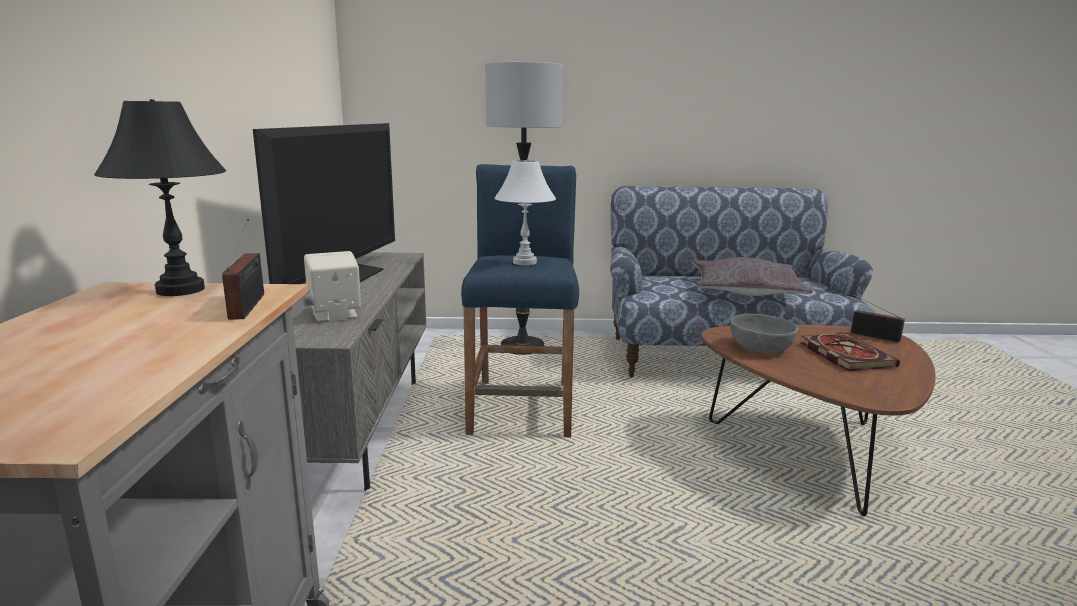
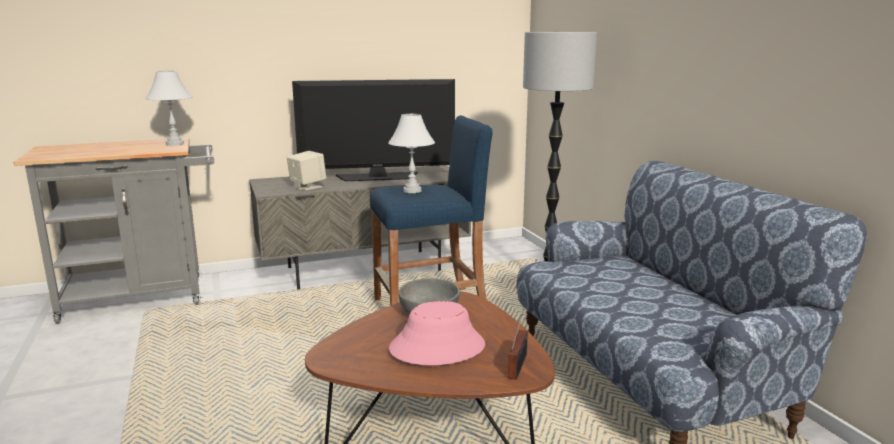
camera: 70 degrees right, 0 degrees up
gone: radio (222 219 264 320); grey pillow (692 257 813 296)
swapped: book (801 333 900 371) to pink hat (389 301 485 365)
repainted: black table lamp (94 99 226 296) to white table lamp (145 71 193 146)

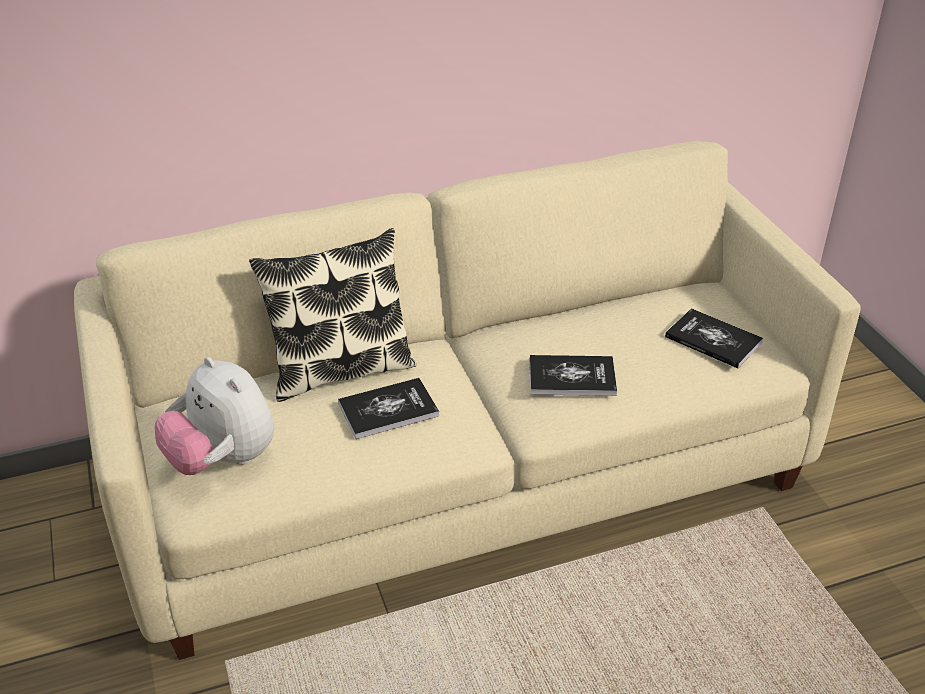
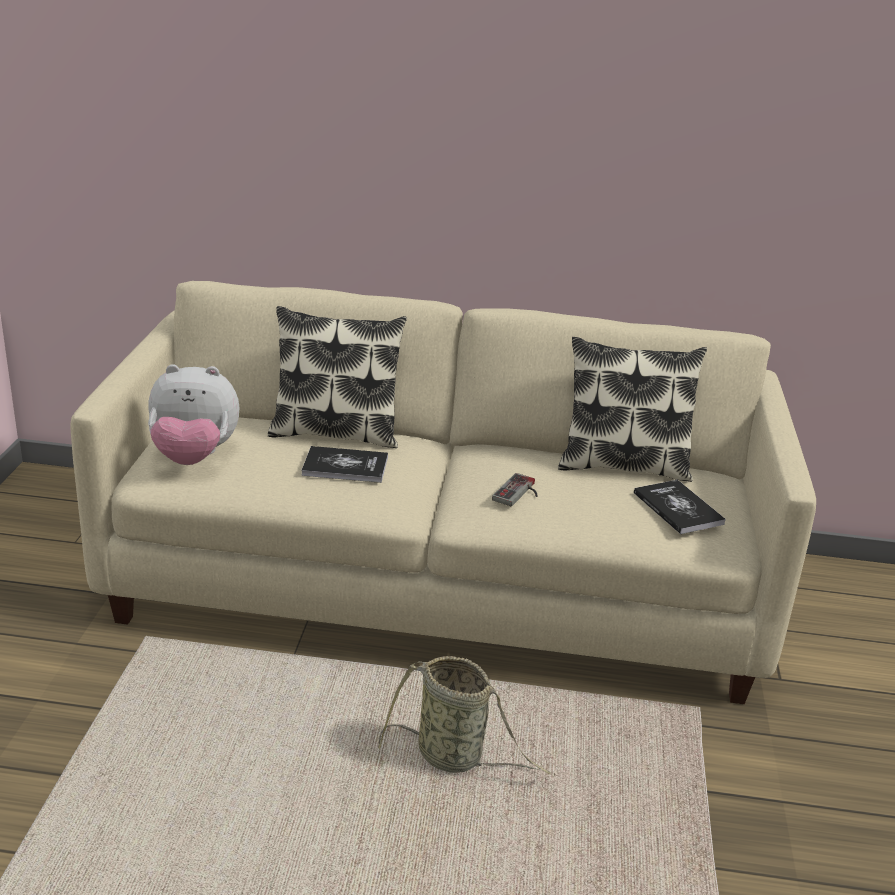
camera: 25 degrees right, 10 degrees down
new: basket (378 656 550 774); pillow (558 337 707 482)
swapped: book (530 355 617 396) to game controller (492 473 537 506)
rotated: plush toy (154 357 275 475) = (148 364 239 465) 75 degrees counterclockwise

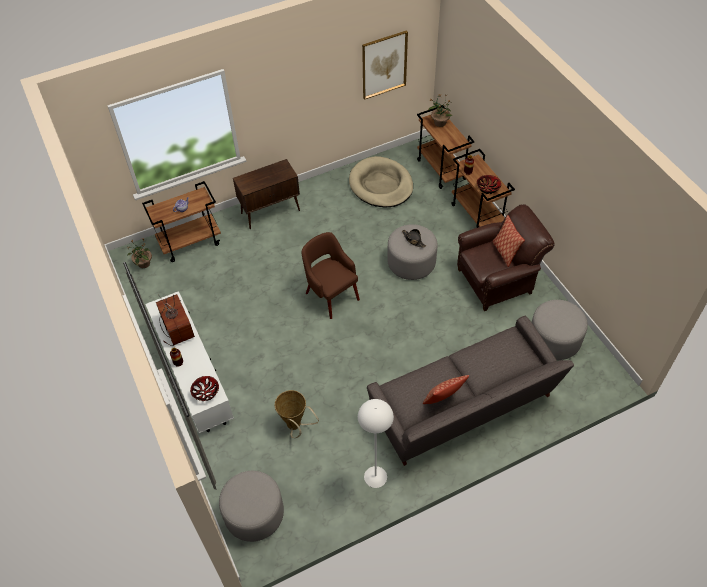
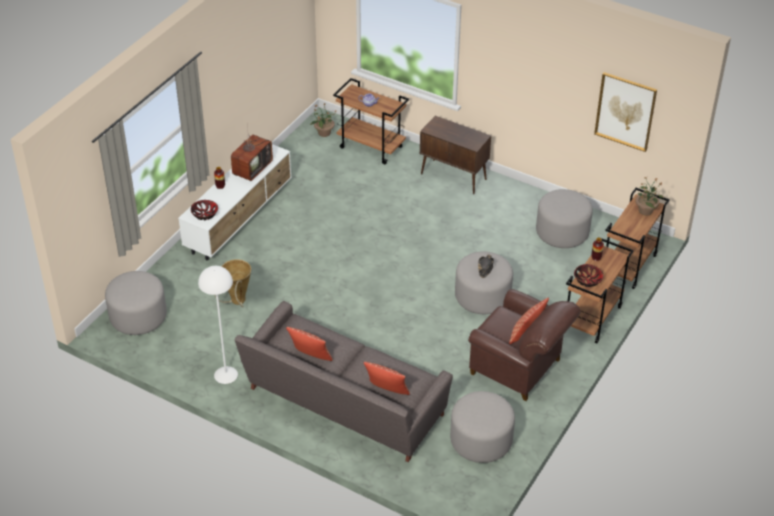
camera: 55 degrees right, 10 degrees down
gone: brown armchair (301 232 360 319)
new: pillow (364 362 410 395)
swapped: beige dog bed (349 156 413 207) to grey ottoman (536 189 593 248)

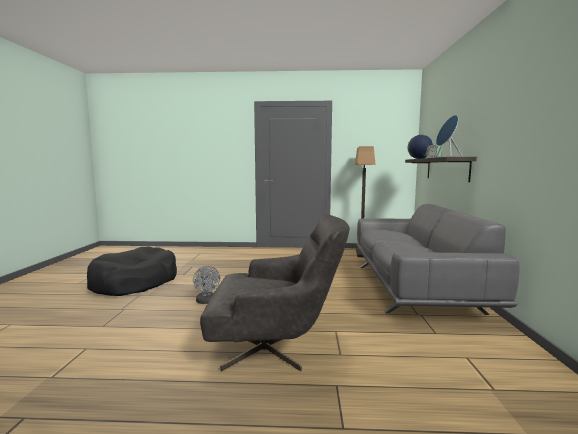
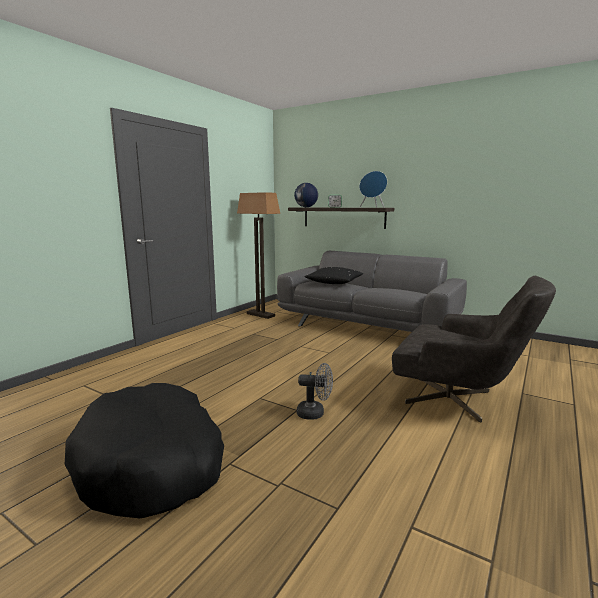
camera: 60 degrees left, 5 degrees up
new: black pillow (304 267 363 284)
rotated: grey armchair (200 214 350 371) = (392 276 556 423) 90 degrees clockwise

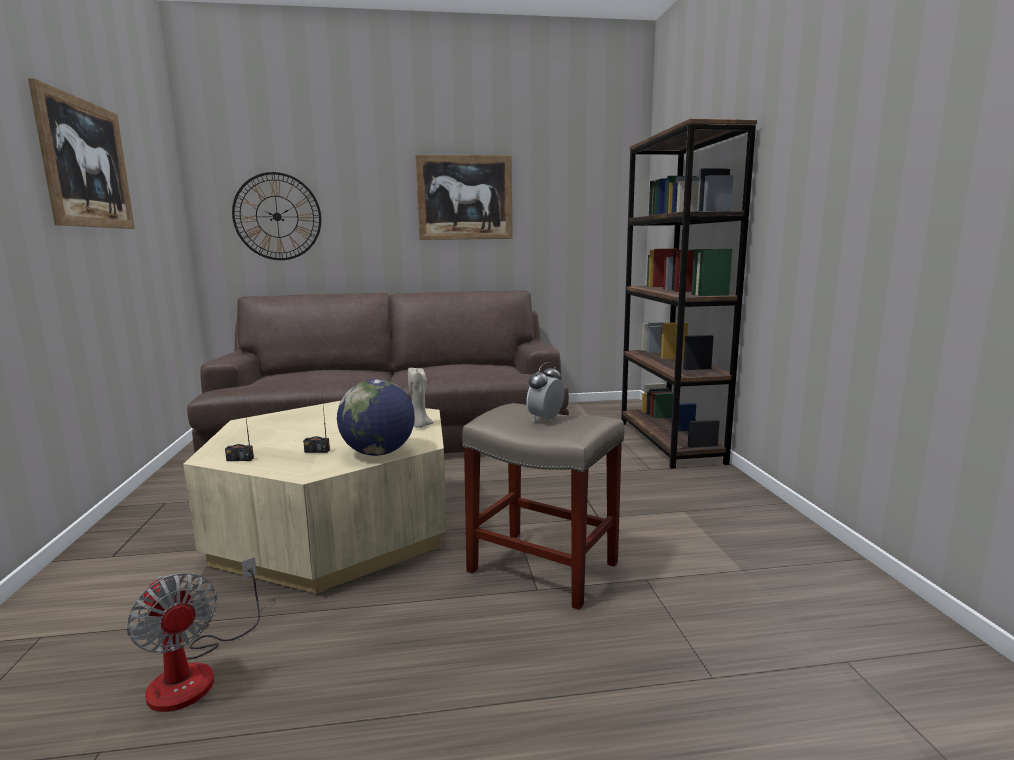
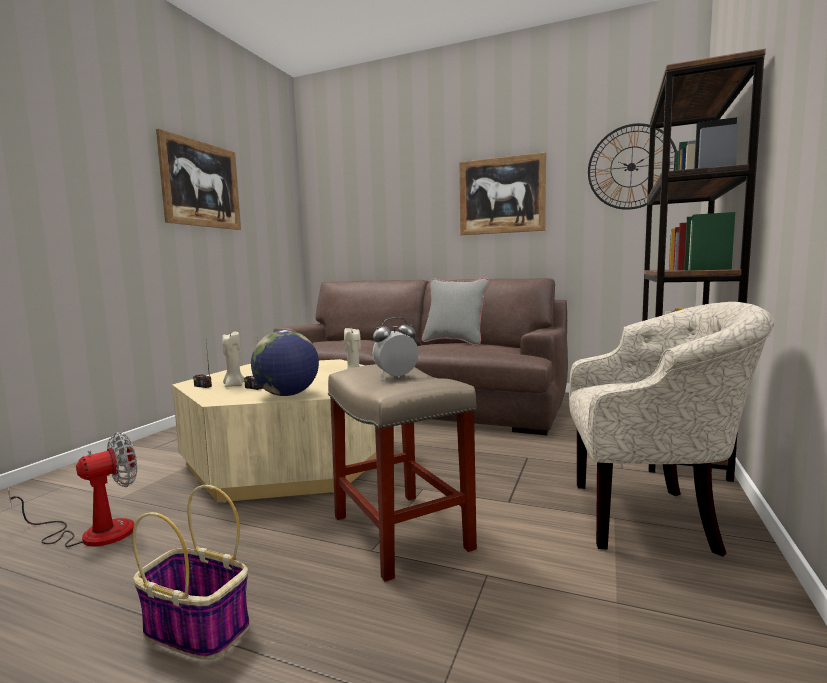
camera: 30 degrees right, 5 degrees down
new: basket (132 485 250 660); beige candle (222 332 244 387); grey pillow (422 278 489 345); beige armchair (569 302 774 557)
shifted: wall clock (232 172 321 260) to (588 123 677 210)
rotated: fan (127 557 260 712) = (8 432 137 547) 120 degrees counterclockwise

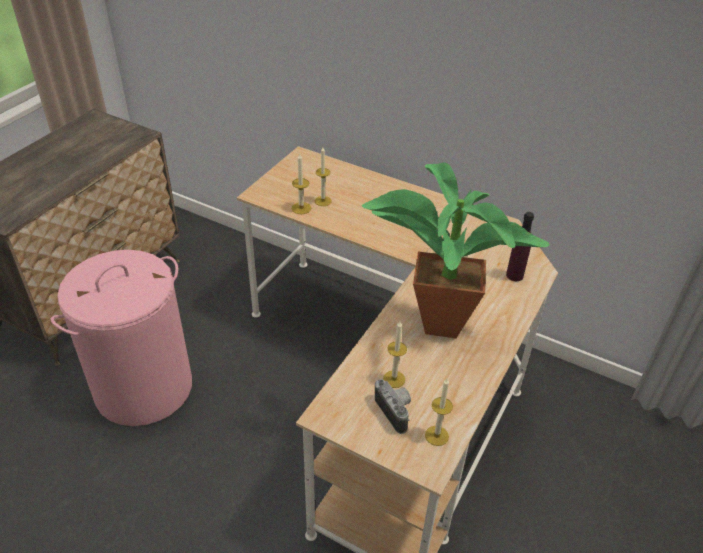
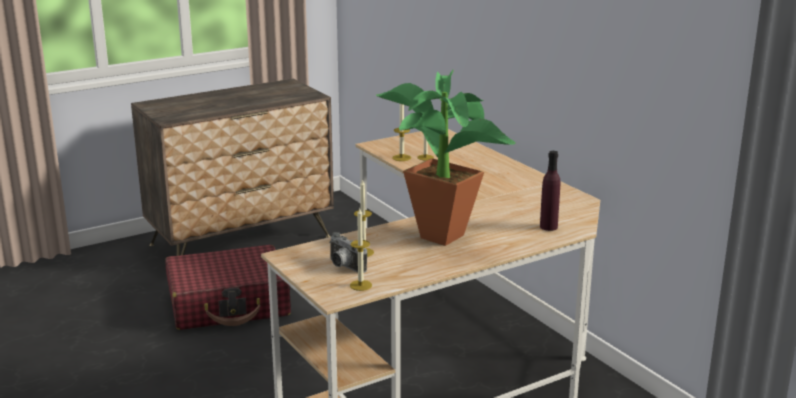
camera: 30 degrees right, 20 degrees down
swapped: pink laundry basket (51 250 192 426) to red suitcase (165 245 291 330)
rotated: photo camera (375 379 411 434) = (329 232 367 273) 135 degrees clockwise

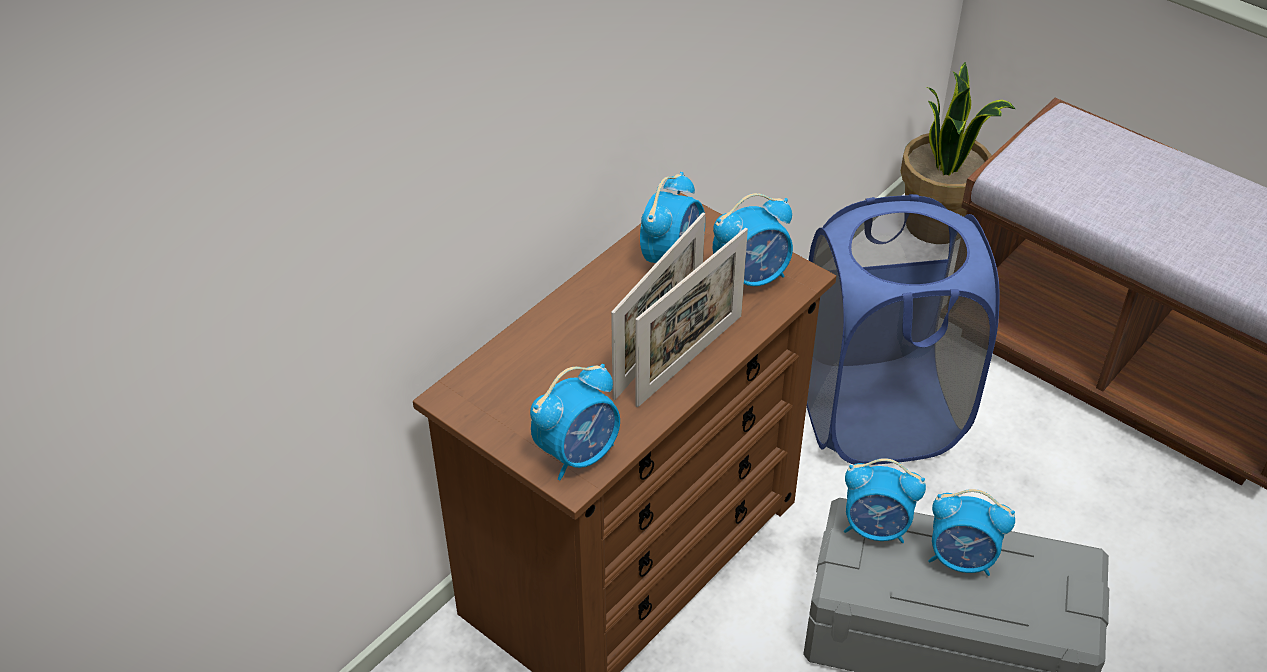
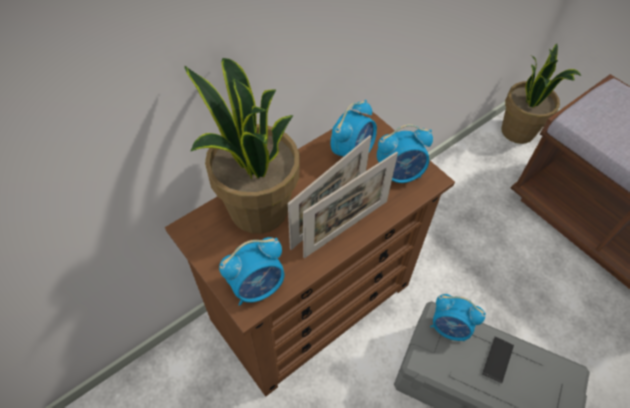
camera: 10 degrees right, 10 degrees up
gone: blue laundry basket (807 194 1000 465)
new: potted plant (184 58 300 234)
swapped: alarm clock (928 489 1015 576) to phone (482 336 514 384)

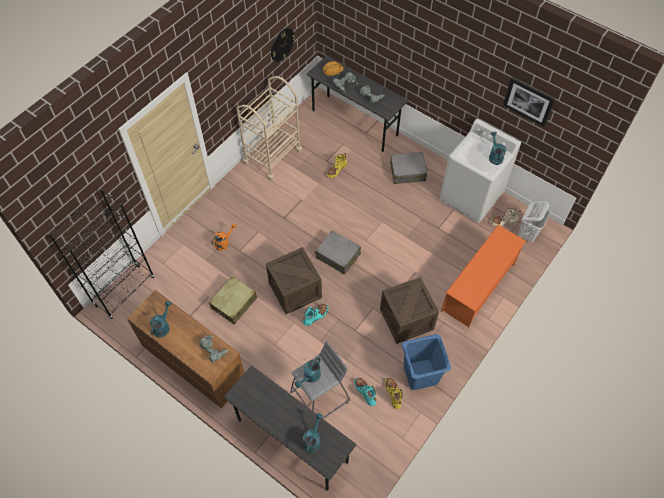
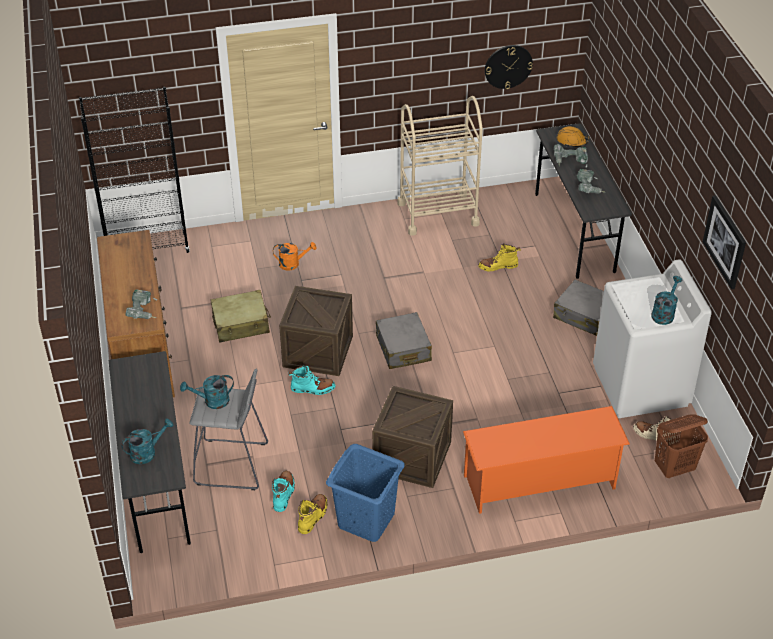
camera: 40 degrees right, 15 degrees down
gone: turquoise watering can (150 301 172 338)
repainted: white laundry basket (518 201 550 242) to brown laundry basket (655 414 708 478)

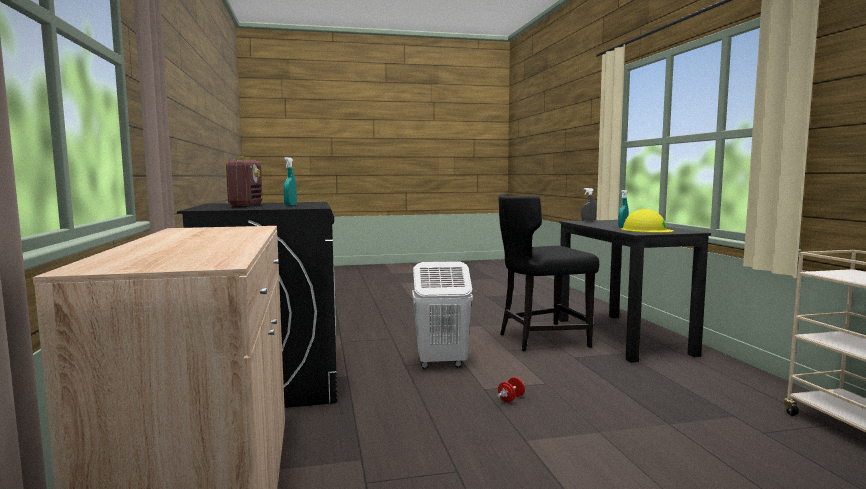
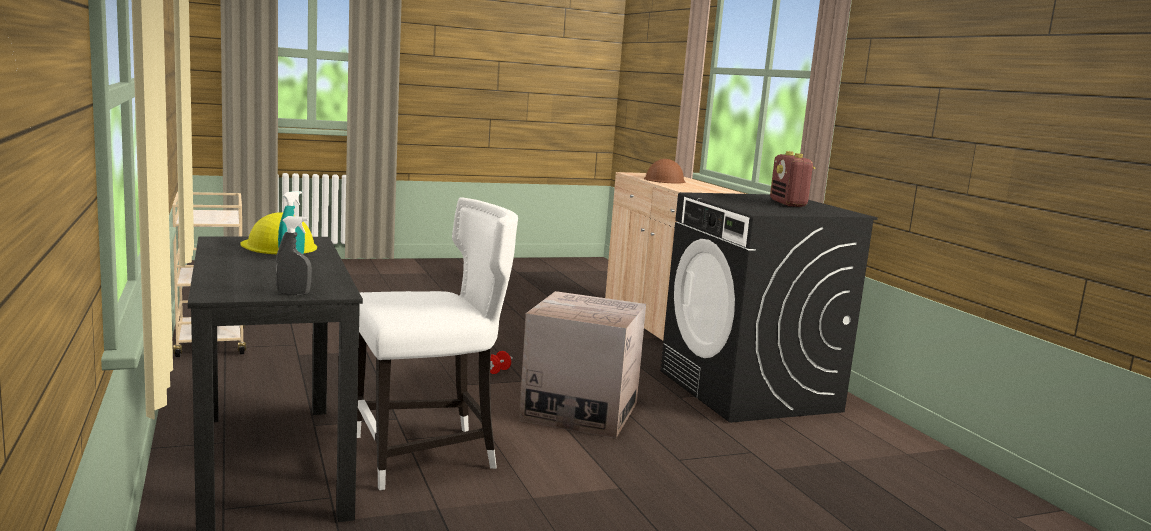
camera: 170 degrees right, 5 degrees up
gone: turquoise spray bottle (283 157 297 206)
new: brown hard hat (644 159 685 184)
swapped: white laundry basket (412 261 473 369) to cardboard box (519 291 646 438)
repainted: black chair (498 194 599 351) to white chair (357 198 518 490)

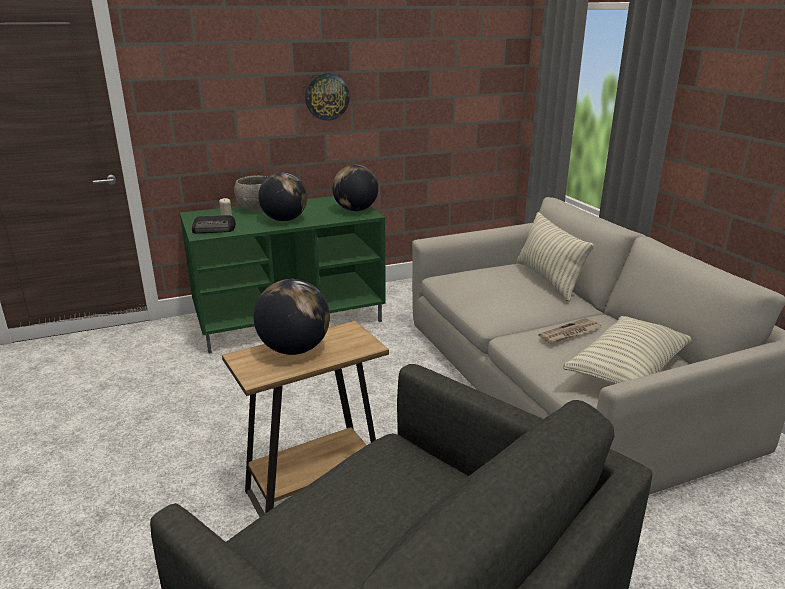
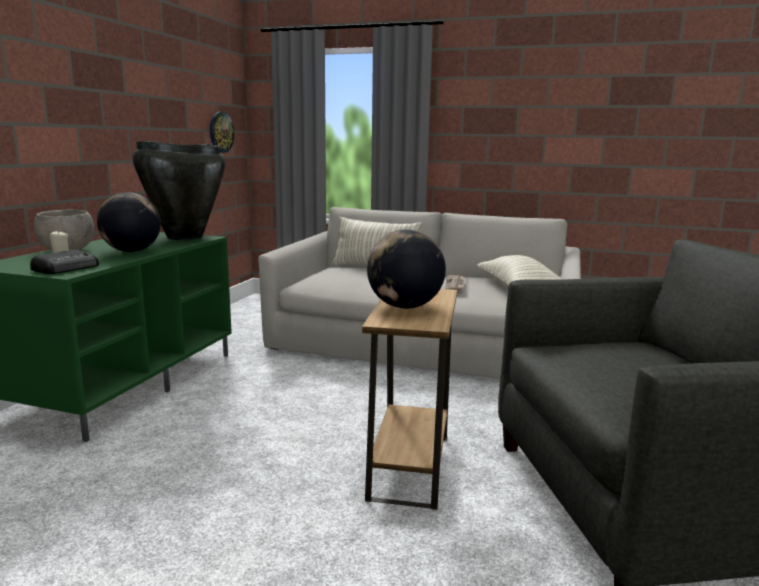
camera: 50 degrees left, 10 degrees down
shifted: wall clock (305 73 350 121) to (210 112 234 153)
swapped: globe (332 165 378 212) to black vase (133 141 225 240)

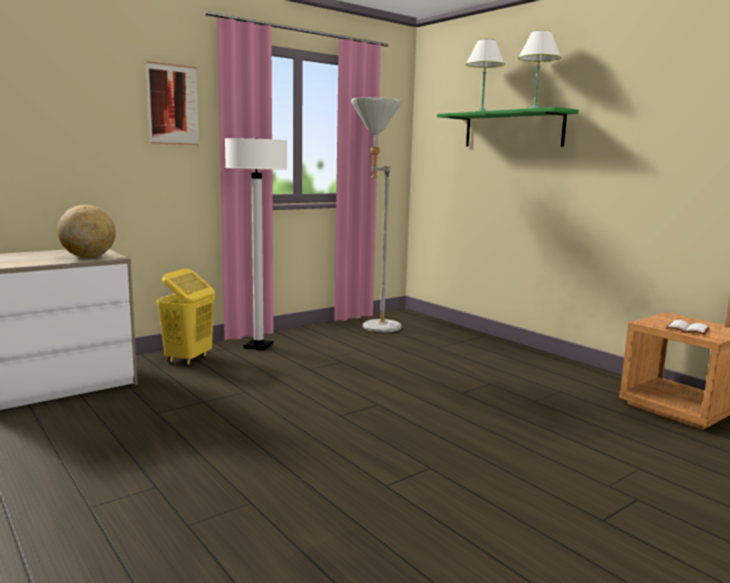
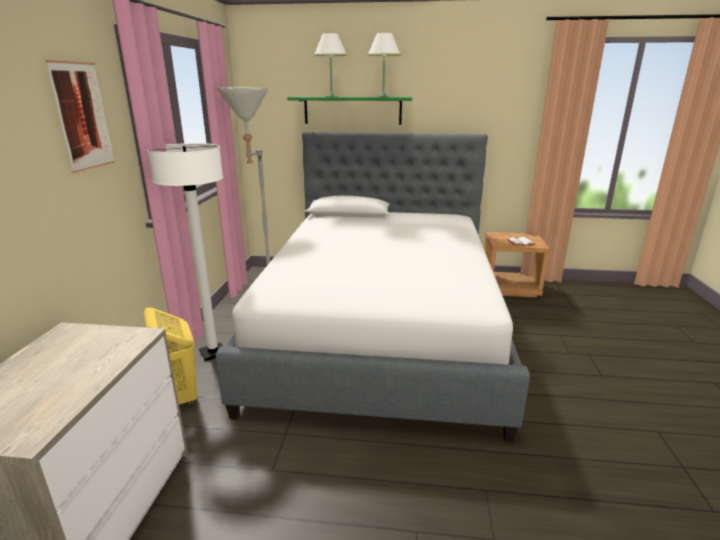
camera: 45 degrees left, 10 degrees up
gone: globe (58 205 116 258)
new: bed (216 132 530 442)

